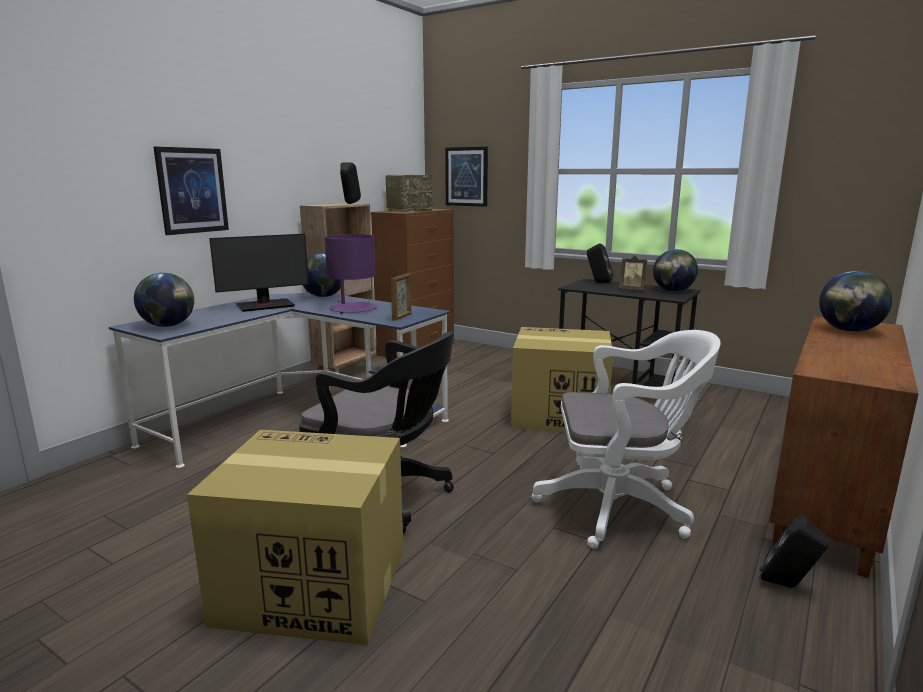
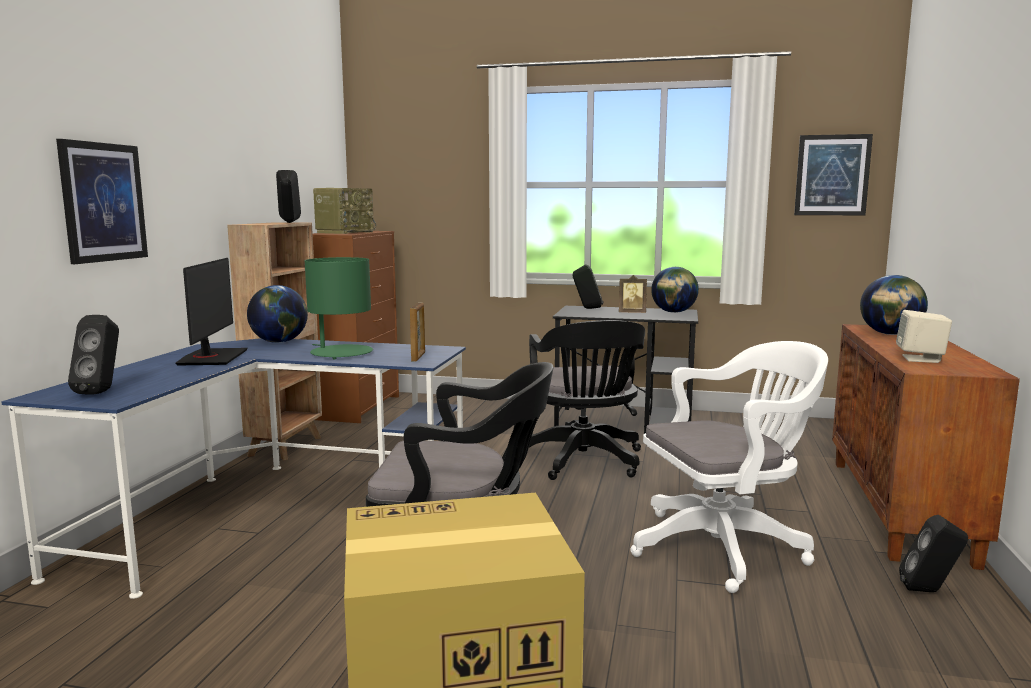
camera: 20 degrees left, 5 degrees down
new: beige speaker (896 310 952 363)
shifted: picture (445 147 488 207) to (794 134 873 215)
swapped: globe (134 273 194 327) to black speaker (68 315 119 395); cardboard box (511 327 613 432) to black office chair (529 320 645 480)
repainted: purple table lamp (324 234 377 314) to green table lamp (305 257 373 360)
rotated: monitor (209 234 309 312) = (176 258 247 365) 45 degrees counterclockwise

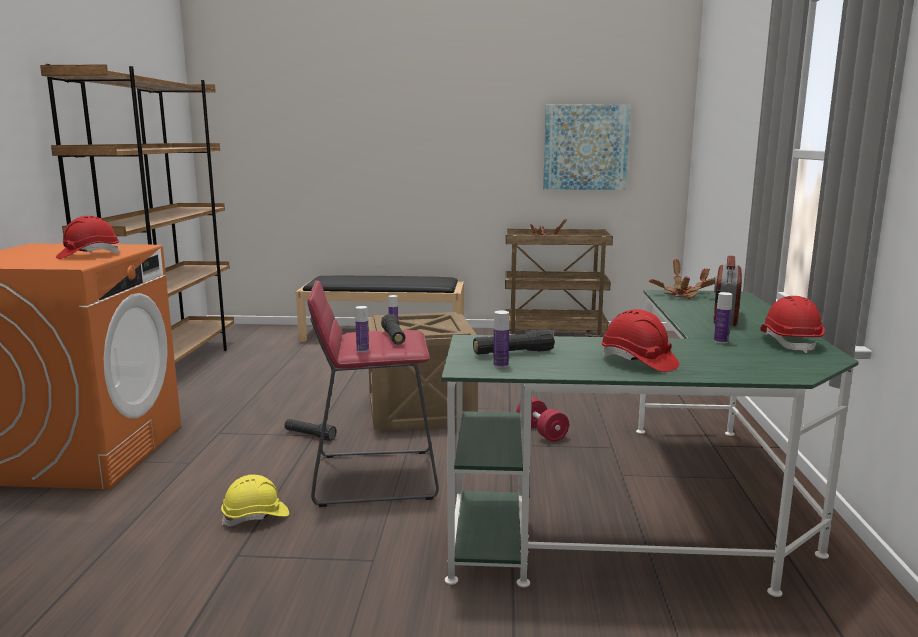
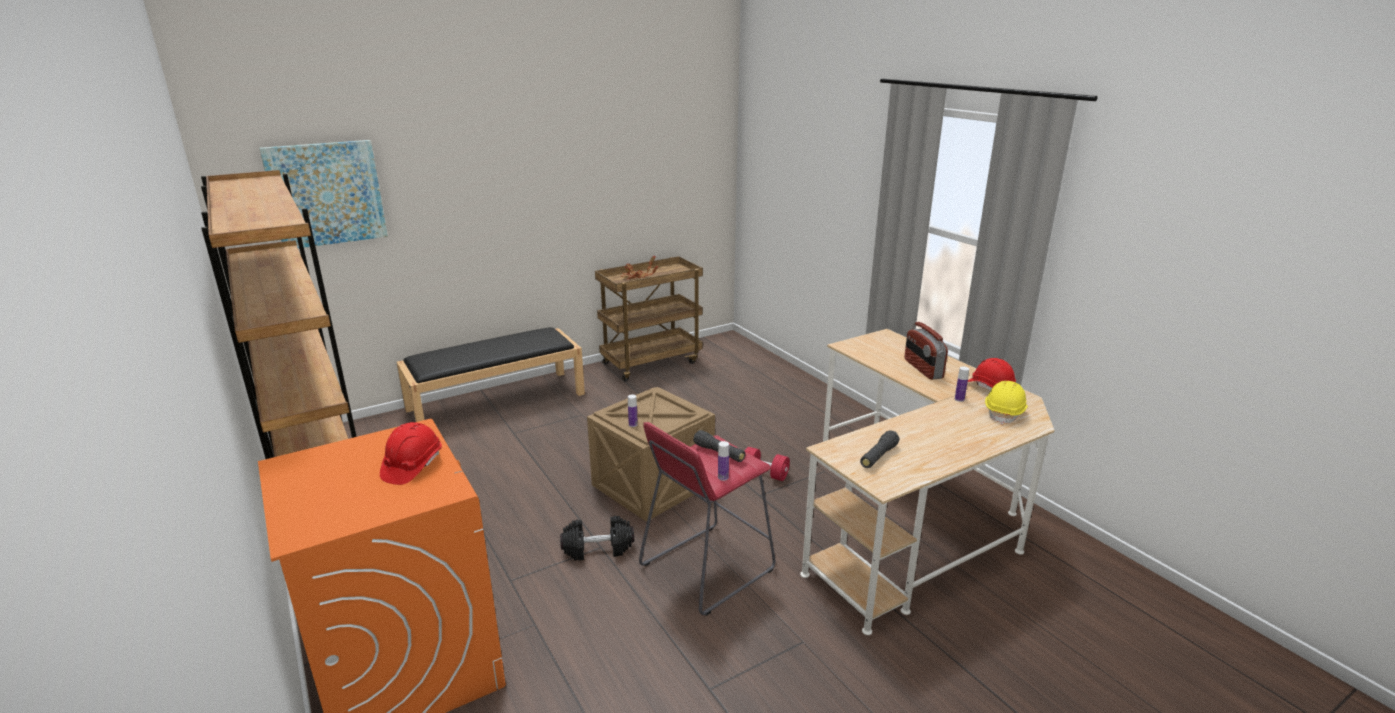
camera: 35 degrees left, 10 degrees up
gone: bottle (493 311 509 368); red hard hat (602 309 679 372); potted plant (649 259 715 299)
shifted: yellow hard hat (221 475 289 526) to (985 381 1028 425); picture (543 104 631 190) to (259 140 388 248)
swapped: black flashlight (285 419 337 441) to black dumbbell (560 516 634 561)
repainted: green desk (441 290 859 597) to beige desk (800 329 1054 635)

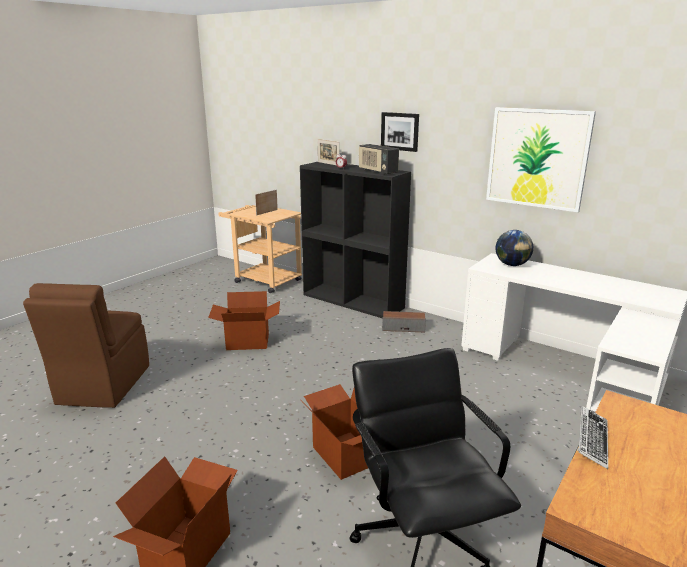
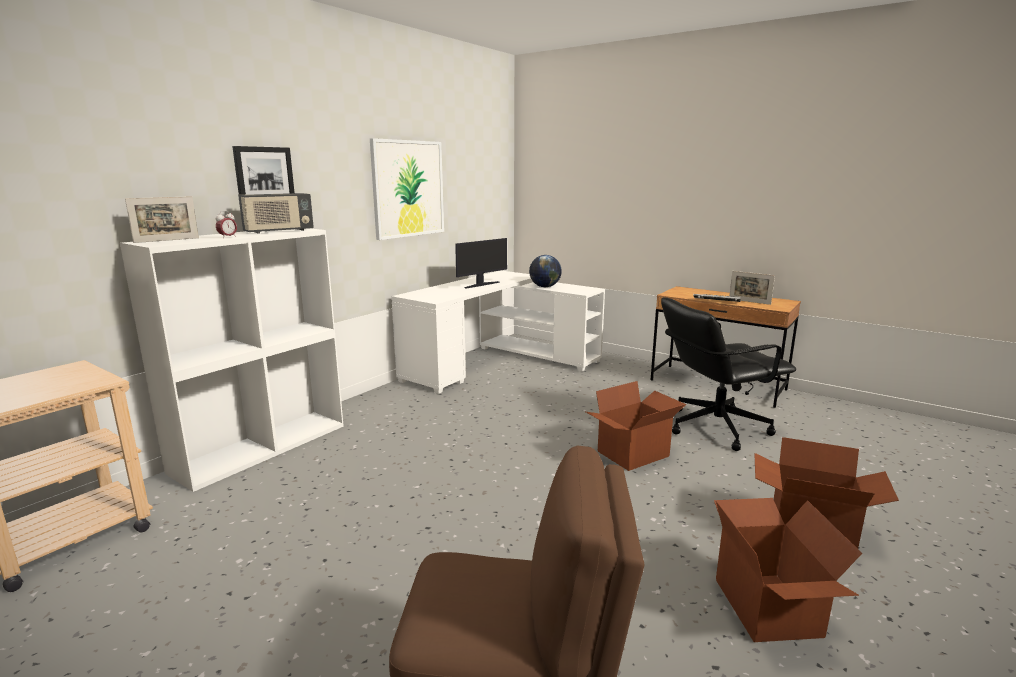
camera: 90 degrees left, 5 degrees down
gone: speaker (382 311 426 332)
new: monitor (455 238 507 289)
shifted: cardboard box (208 291 280 350) to (714 498 862 642); picture frame (255 189 278 216) to (729 271 775 305); globe (495 230 533 266) to (529 255 562 287)
repainted: black bookcase (300 162 411 319) to white bookcase (120 228 344 492)

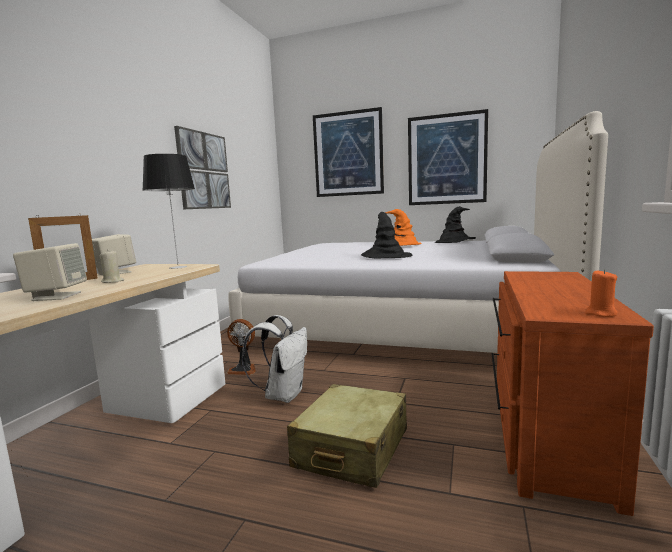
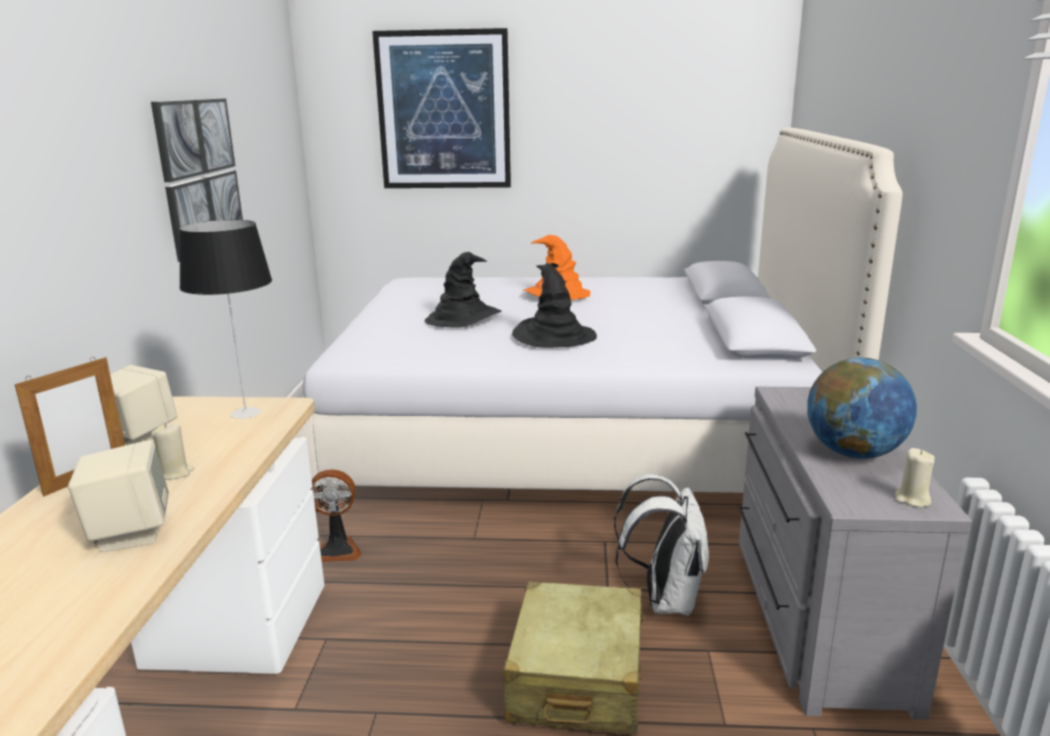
camera: 15 degrees left, 10 degrees up
gone: picture (408 109 488 205)
new: globe (807 358 917 459)
shifted: white backpack (242 315 307 403) to (614 474 709 616); black hat (435 206 476 243) to (425 252 501 328)
repainted: brown dresser (491 271 654 516) to grey dresser (738 387 972 720); orange candle (585 269 617 317) to beige candle (895 448 935 507)

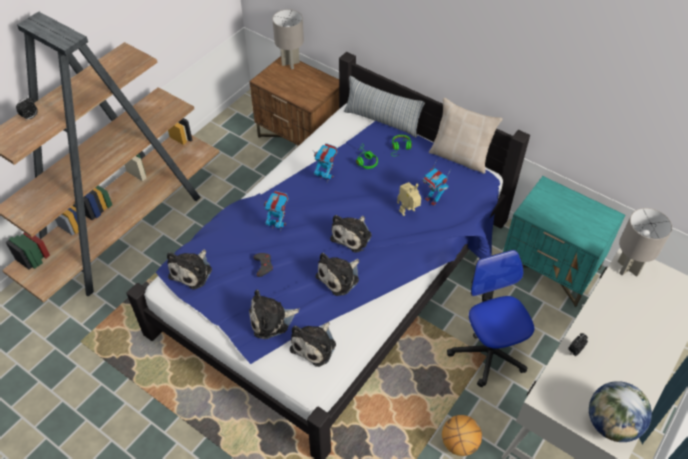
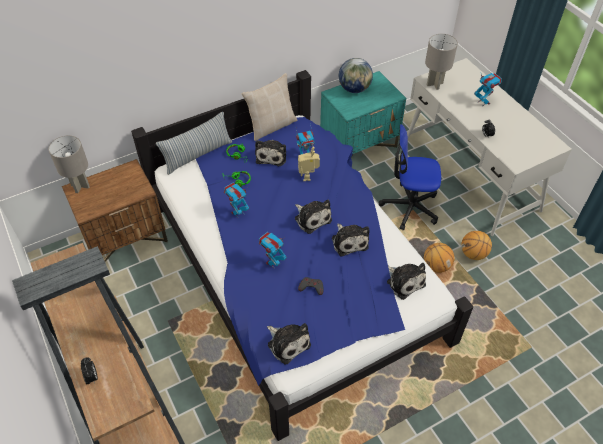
camera: 65 degrees left, 0 degrees up
new: basketball (424 243 454 273); toy robot (474 73 502 106)
shifted: plush toy (249 290 299 339) to (255 140 286 166); globe (589 381 652 442) to (339 58 373 93)

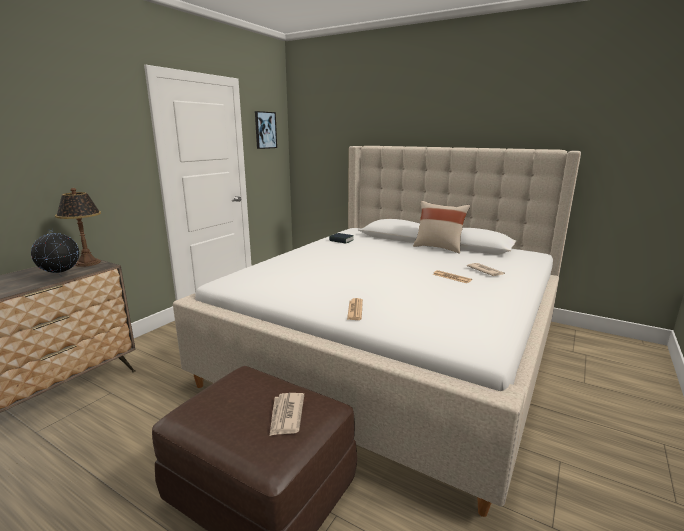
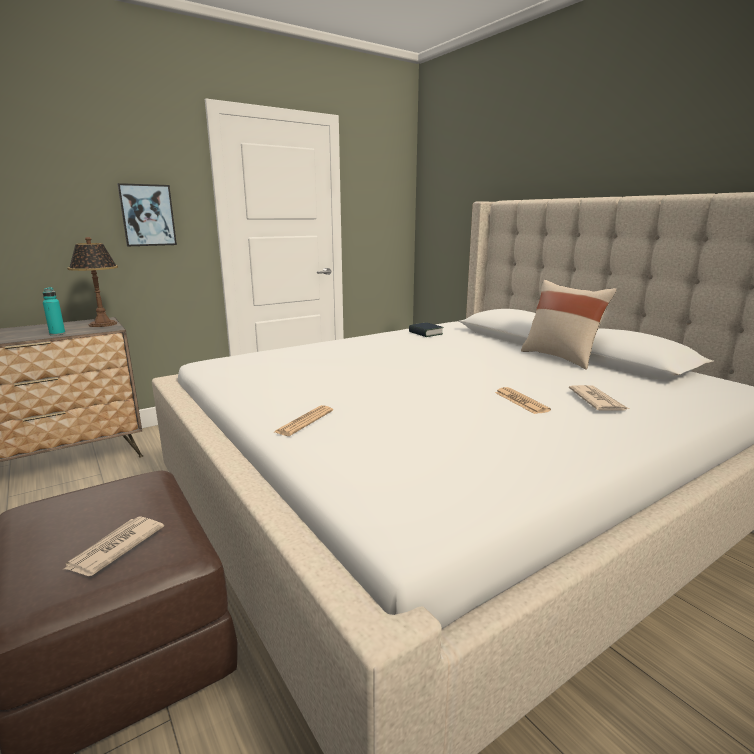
camera: 25 degrees right, 0 degrees up
shifted: picture (255 111 277 149) to (117 183 177 246)
swapped: globe (31 229 79 277) to turquoise bottle (43 287 65 336)

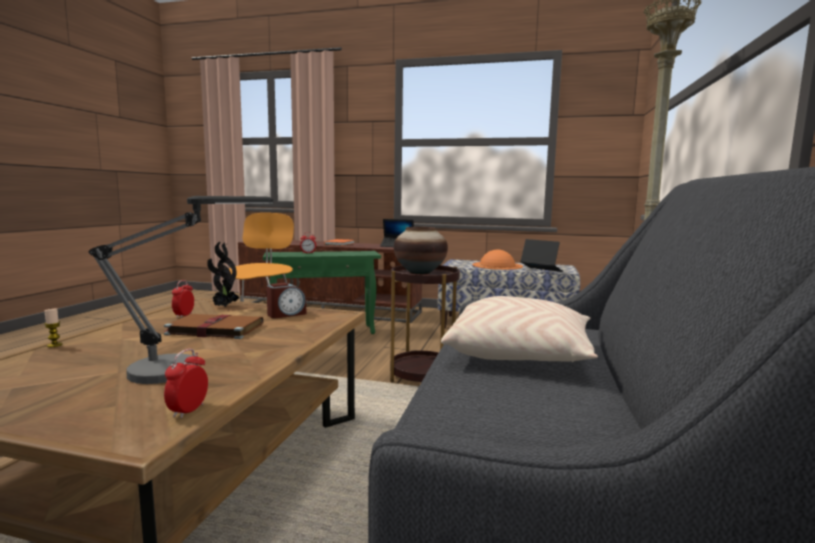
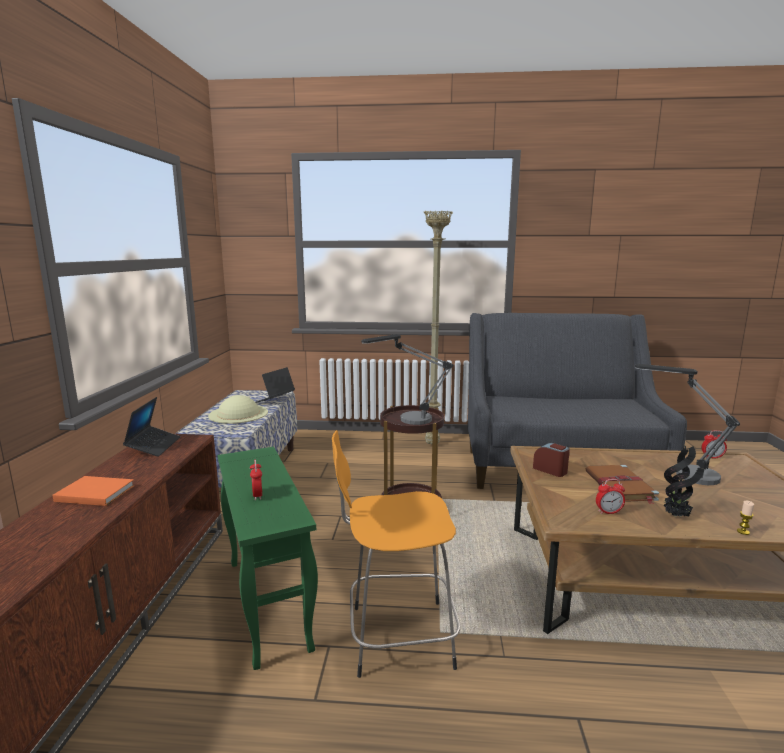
camera: 100 degrees left, 5 degrees up
gone: beige pillow (441 296 598 362)
shifted: potted plant (207 241 240 307) to (663 446 704 517)
swapped: vase (394 227 448 275) to table lamp (361 334 454 425)
repainted: orange hat (472 250 523 270) to beige hat (208 395 268 424)

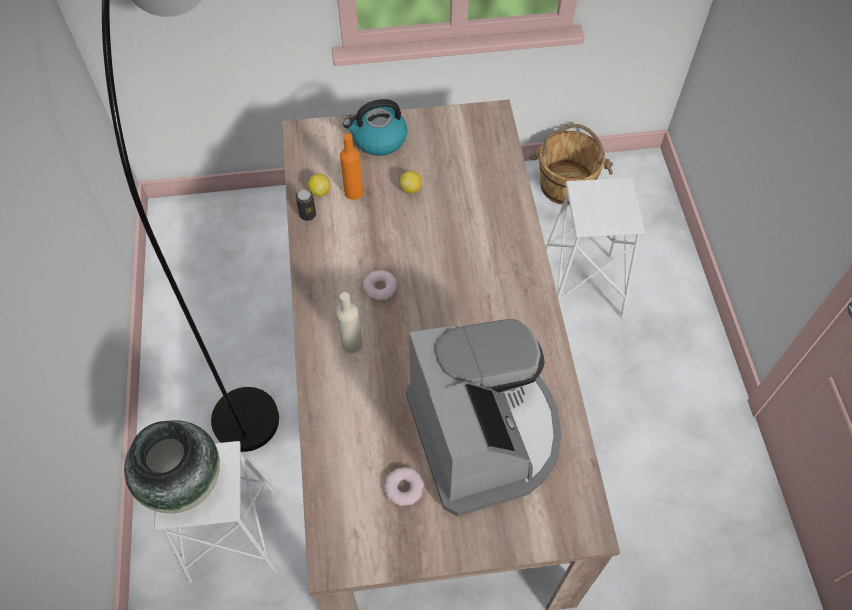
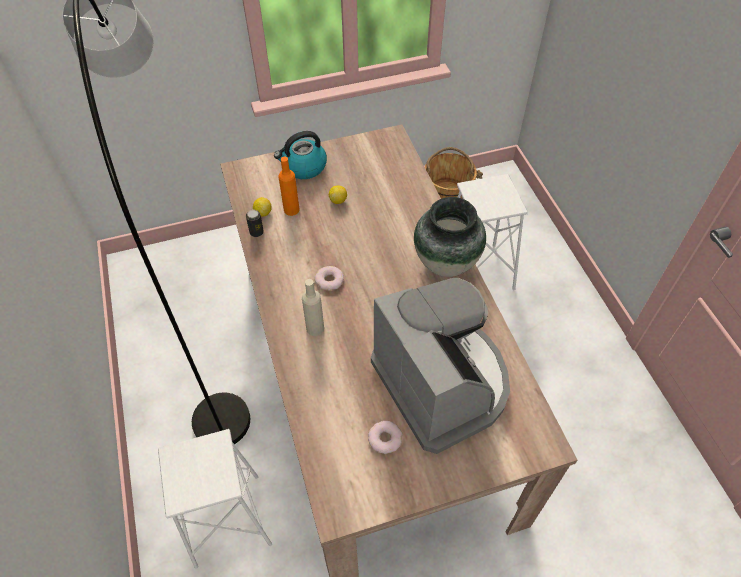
camera: 10 degrees left, 5 degrees down
shifted: vase (124 420 220 513) to (414 197 486 277)

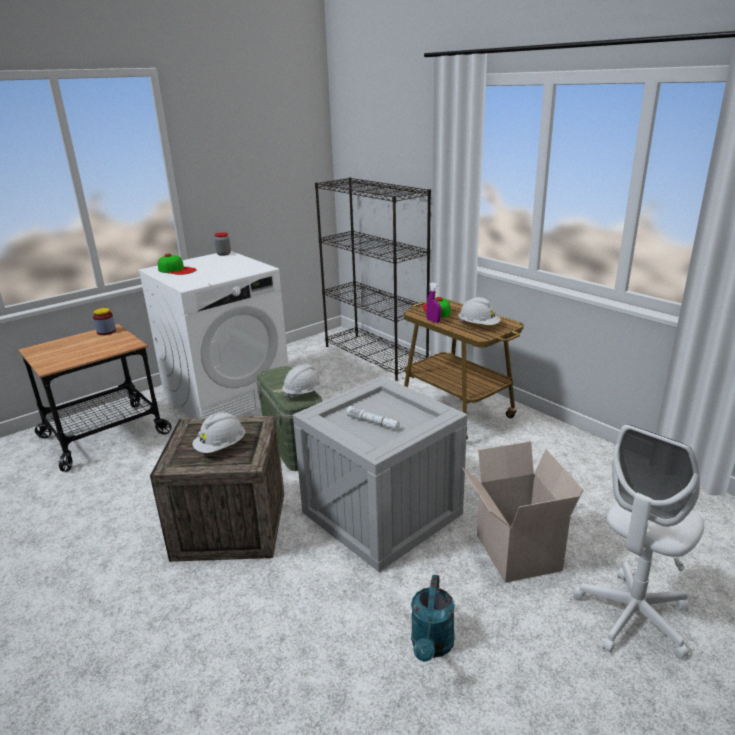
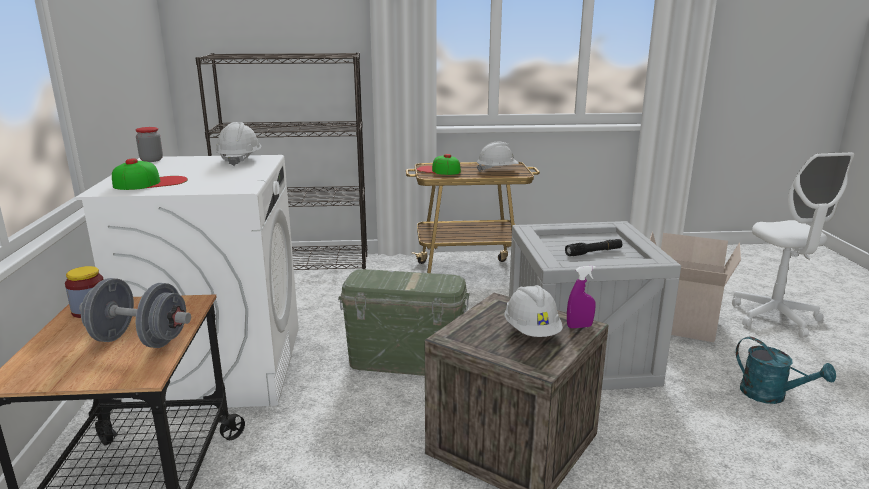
camera: 55 degrees left, 5 degrees down
new: grey dumbbell (79 278 191 348)
shifted: white hard hat (282 364 326 400) to (216 122 262 166); purple spray bottle (426 283 441 323) to (567 266 596 328)
repainted: white flashlight (346 406 400 430) to black flashlight (565 239 622 256)

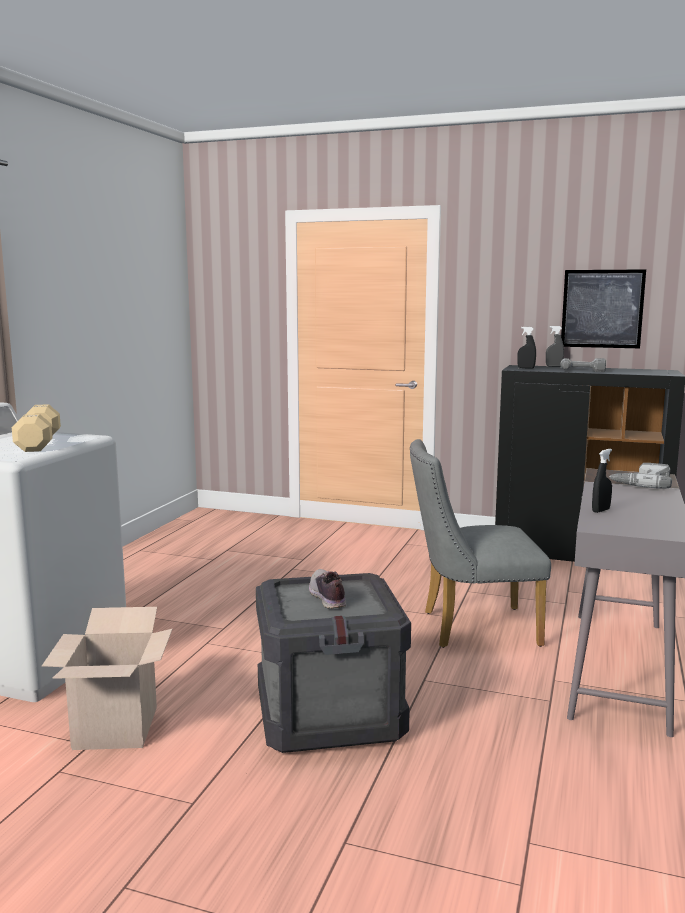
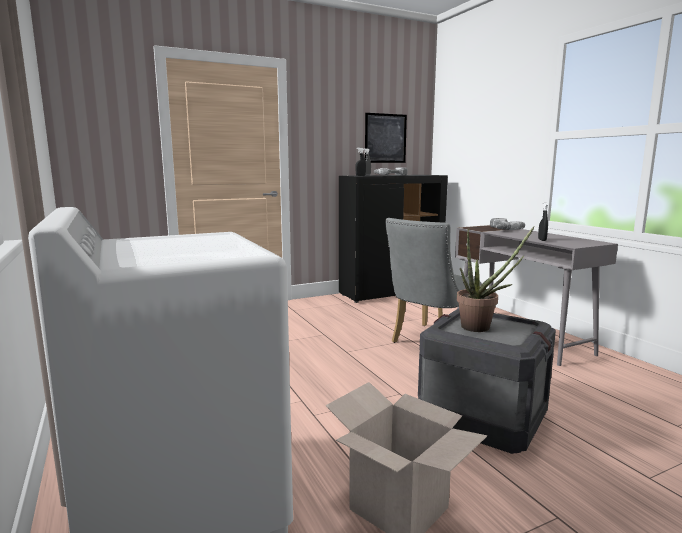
camera: 45 degrees left, 0 degrees up
gone: beige dumbbell (12 404 61 452)
swapped: shoe (309 569 346 608) to potted plant (457 226 535 332)

